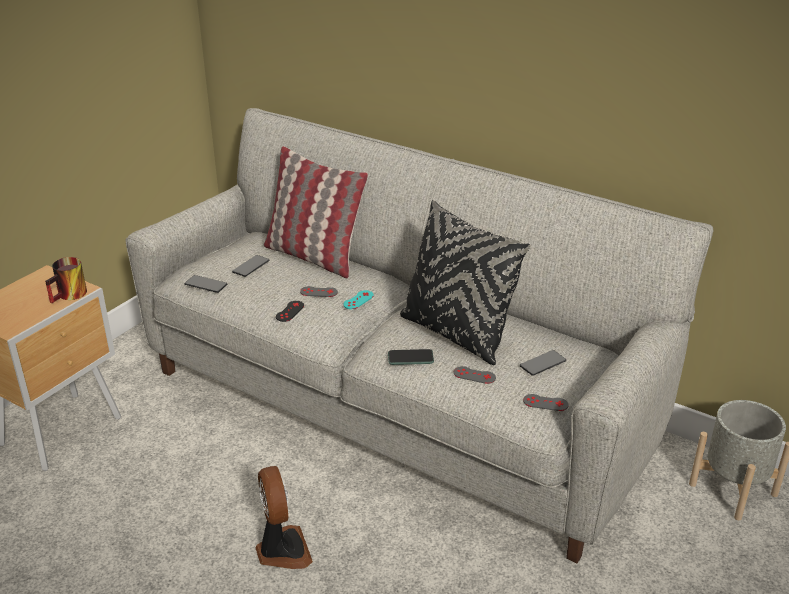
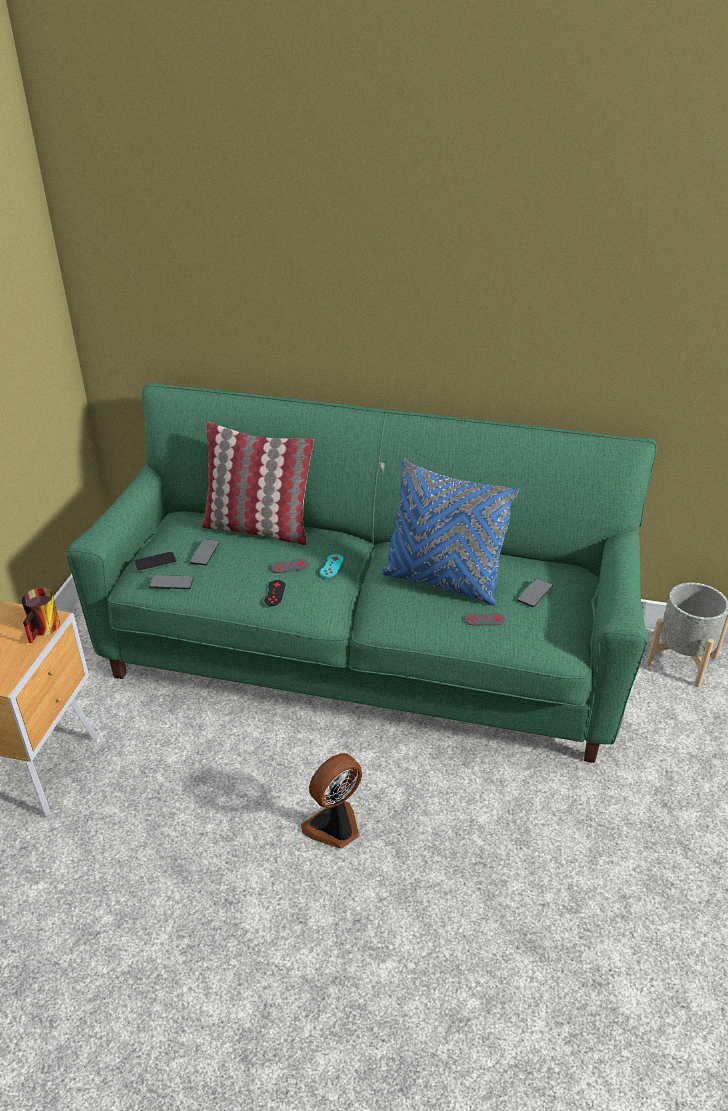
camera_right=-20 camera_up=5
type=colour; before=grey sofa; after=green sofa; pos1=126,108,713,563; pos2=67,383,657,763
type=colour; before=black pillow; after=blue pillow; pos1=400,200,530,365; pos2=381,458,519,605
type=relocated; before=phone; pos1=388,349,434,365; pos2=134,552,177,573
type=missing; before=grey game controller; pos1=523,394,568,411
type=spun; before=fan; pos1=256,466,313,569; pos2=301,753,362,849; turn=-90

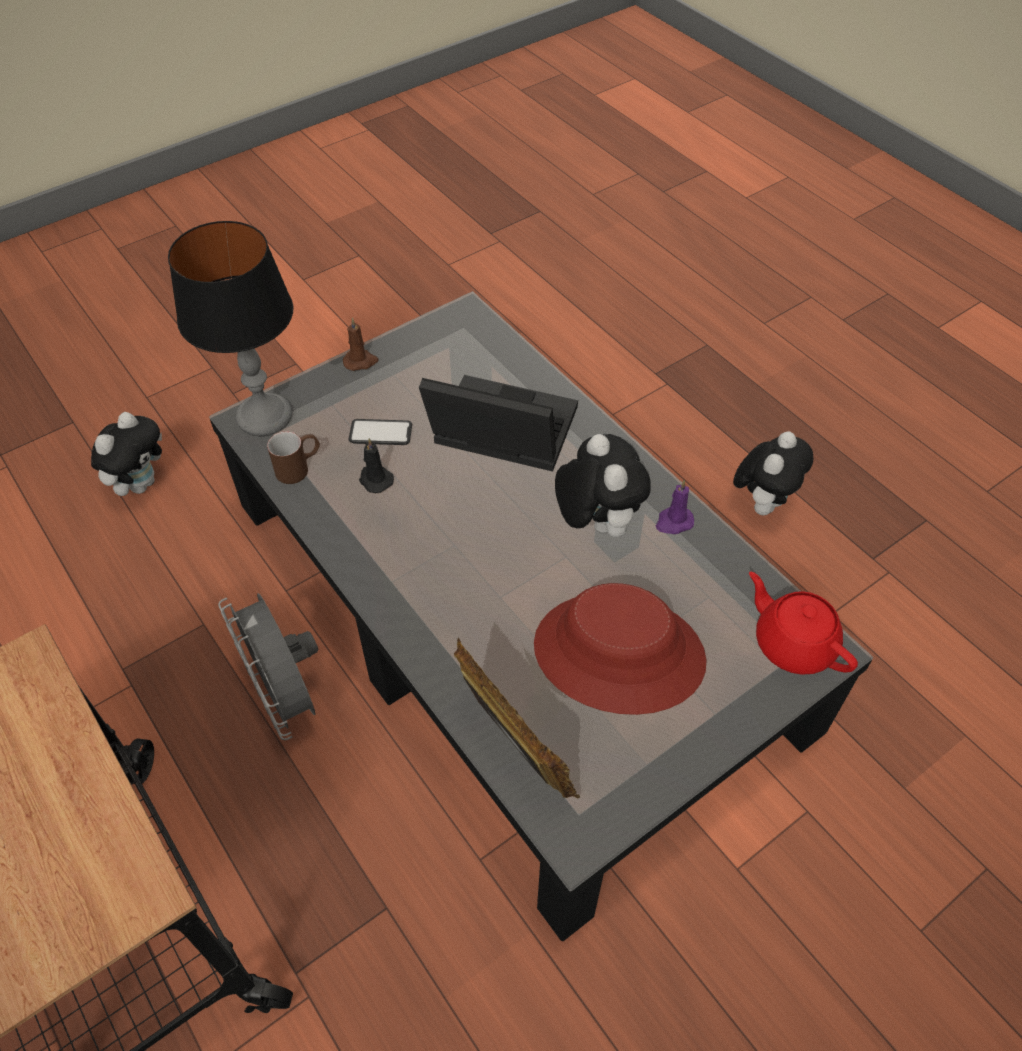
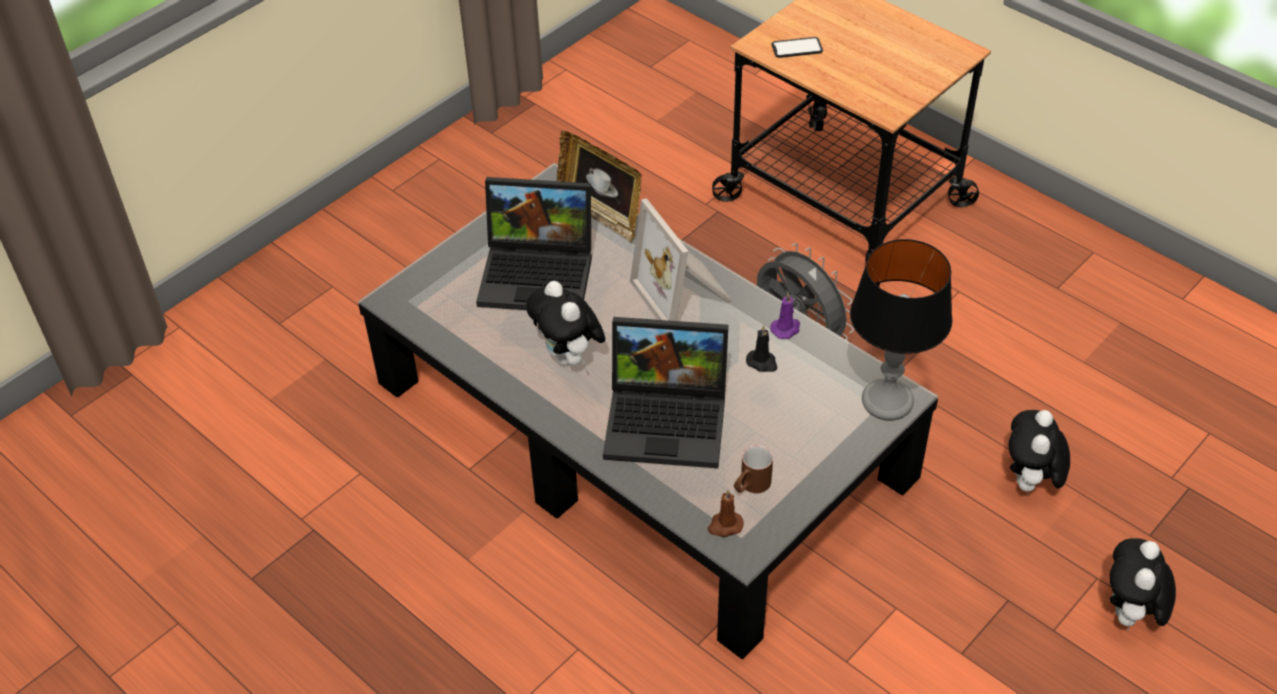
camera_right=170 camera_up=-5
type=relocated; before=brown candle; pos1=343,318,379,371; pos2=708,490,744,537
type=relocated; before=phone; pos1=349,419,412,445; pos2=771,37,823,58
type=relocated; before=brown mug; pos1=267,431,320,484; pos2=734,445,773,493
type=relocated; before=plush toy; pos1=733,431,813,516; pos2=1109,538,1176,632
type=relocated; before=purple candle; pos1=656,480,694,534; pos2=770,292,800,339
type=missing; before=red teapot; pos1=749,571,858,675
type=exchanged; before=red hat; after=laptop; pos1=534,583,707,715; pos2=476,177,592,310
type=appeared; after=picture frame; pos2=630,198,732,321

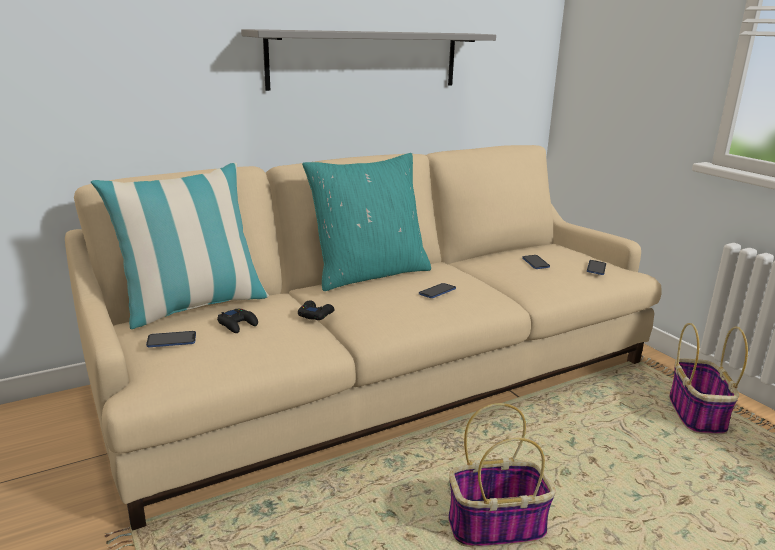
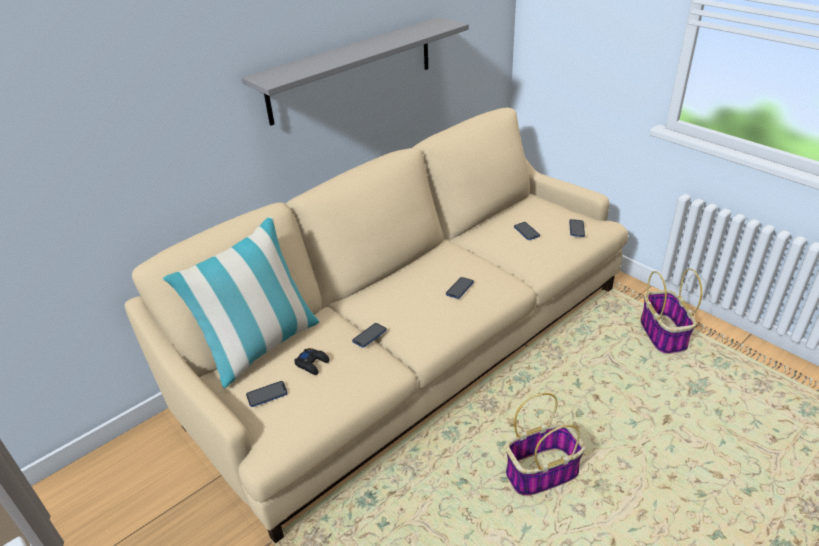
camera_right=-10 camera_up=15
type=missing; before=turquoise pillow; pos1=302,153,431,291
type=exchanged; before=black game controller; after=phone; pos1=298,300,334,320; pos2=352,323,387,348

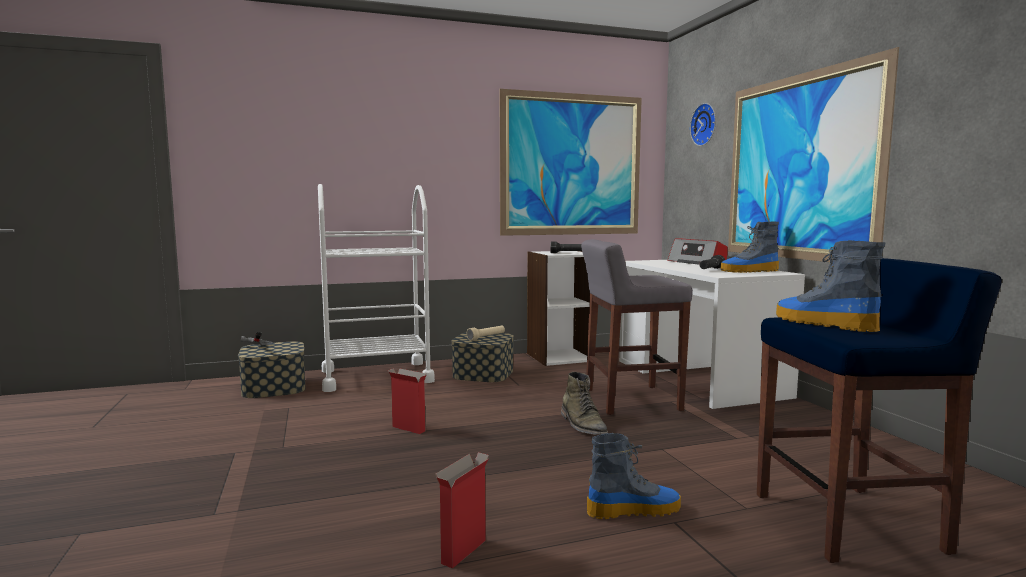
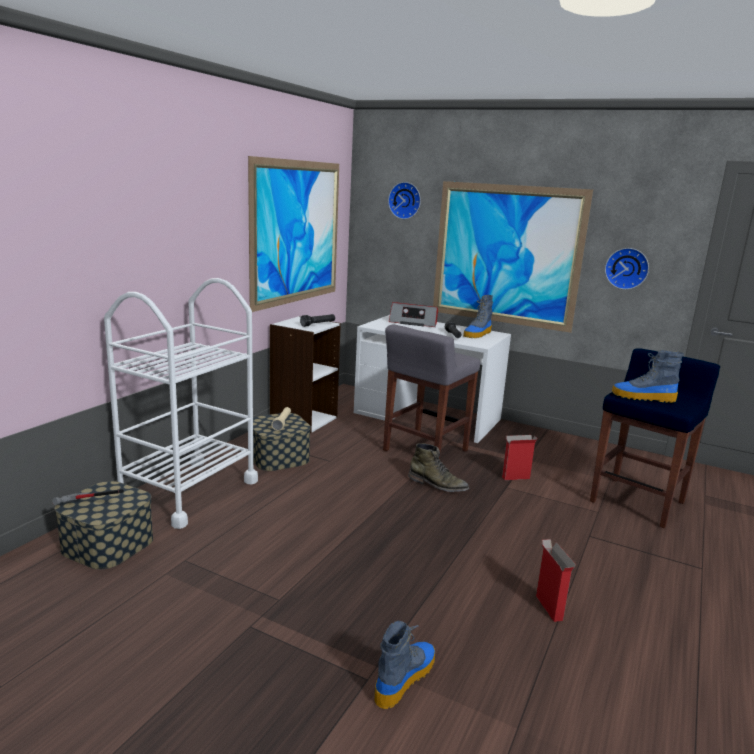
camera_right=-45 camera_up=10
type=relocated; before=cardboard box; pos1=387,368,426,434; pos2=502,435,538,480
type=relocated; before=boot; pos1=587,433,681,519; pos2=374,620,435,709
type=appeared; after=wall clock; pos2=605,248,649,290

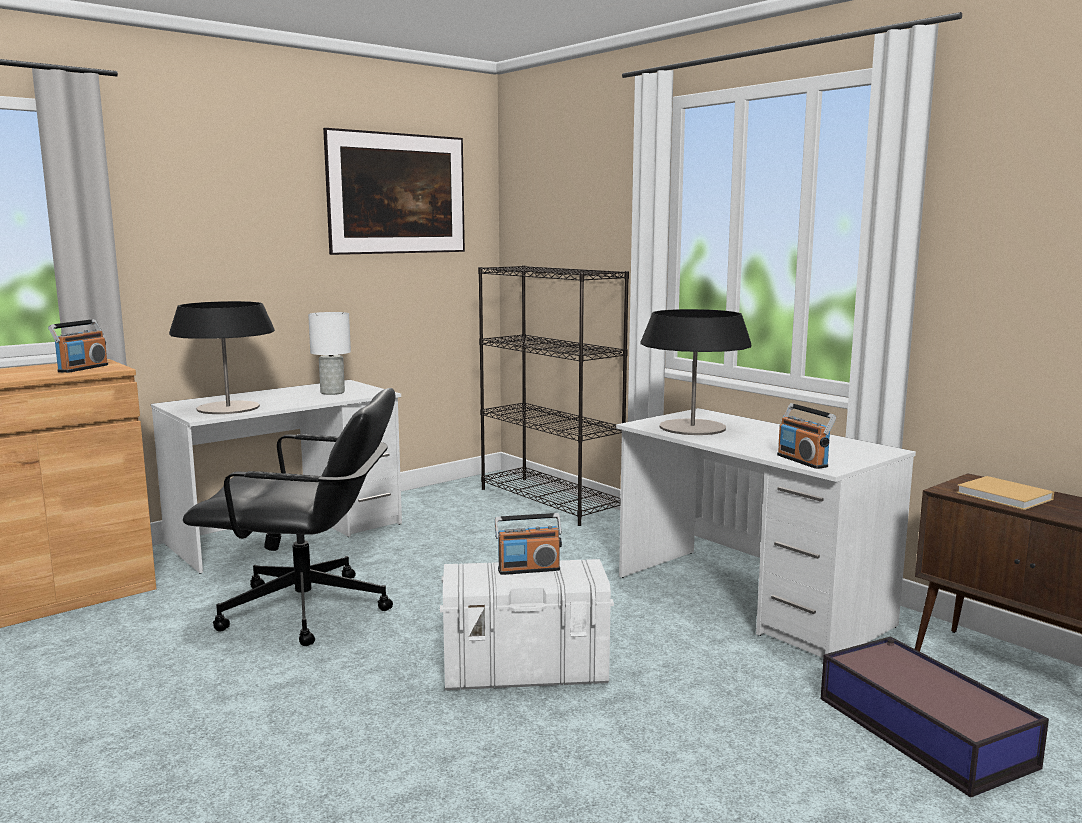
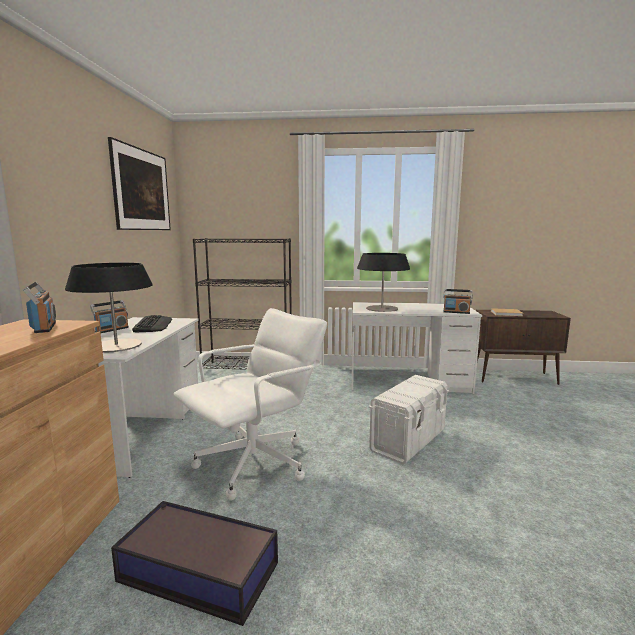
camera_right=-45 camera_up=0
type=exchanged; before=white table lamp; after=keyboard; pos1=308,312,351,395; pos2=132,315,172,333
type=colour; before=black office chair; after=white office chair; pos1=183,388,396,646; pos2=174,308,327,501
type=relocated; before=radio; pos1=495,513,562,575; pos2=90,300,129,333
type=relocated; before=storage box; pos1=821,636,1049,798; pos2=111,501,278,626

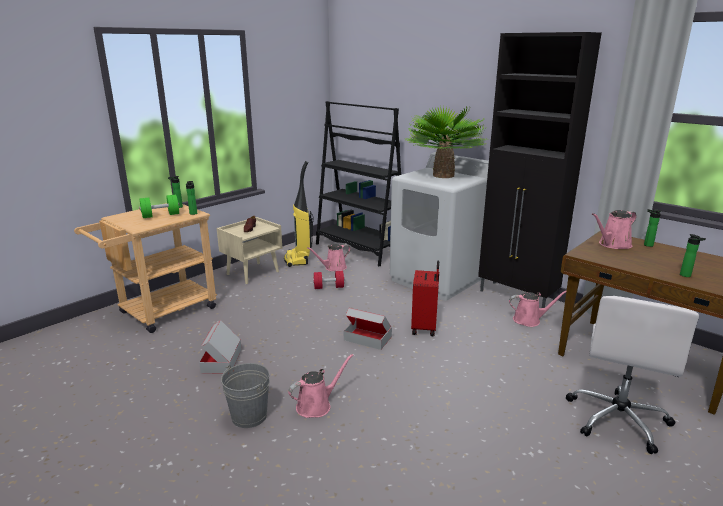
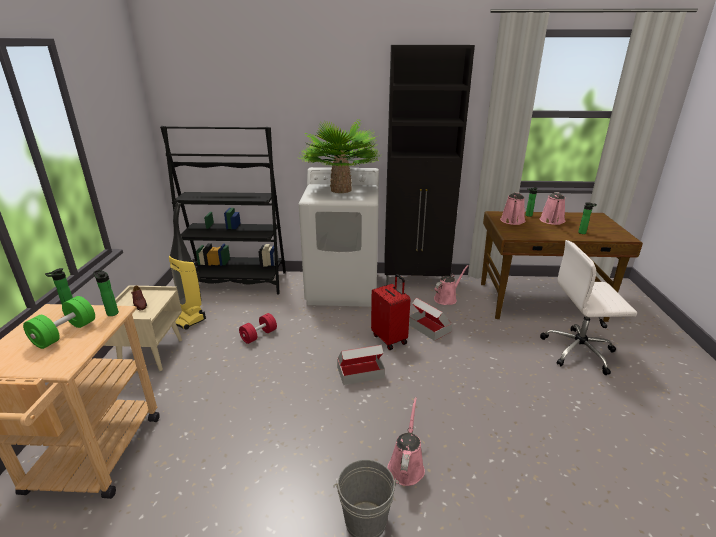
camera_right=-40 camera_up=5
type=relocated; before=pink watering can; pos1=307,244,351,271; pos2=540,192,565,225
type=spun; before=white office chair; pos1=566,296,699,454; pos2=540,240,637,375; turn=105
type=relocated; before=cardboard box; pos1=199,320,242,374; pos2=409,298,452,341

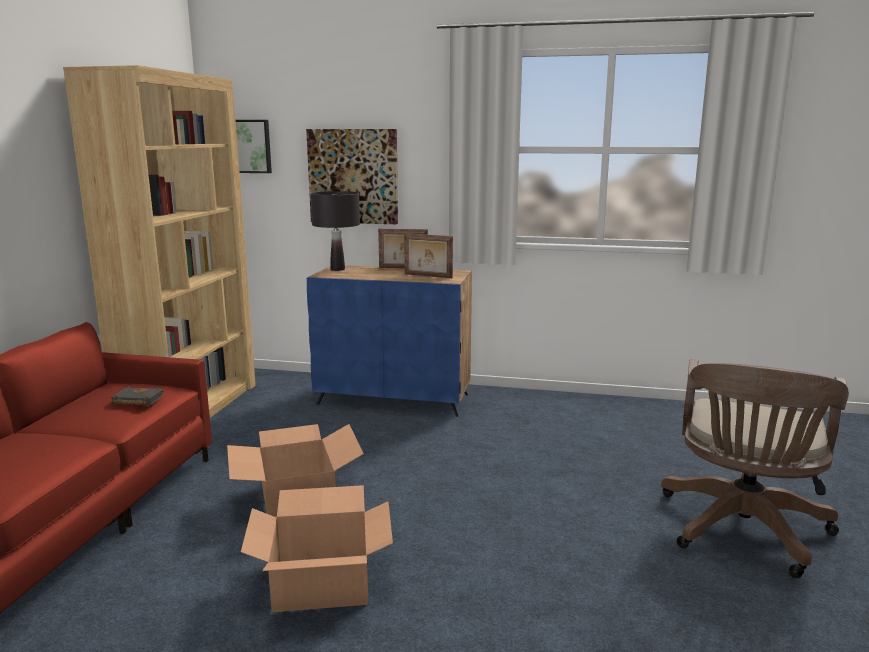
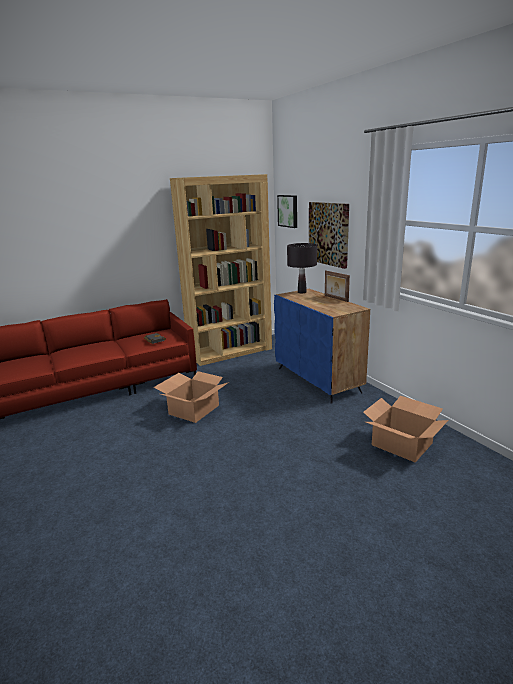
camera_right=50 camera_up=5
type=missing; before=picture frame; pos1=404,233,453,278
type=missing; before=brown office chair; pos1=661,359,849,578
type=relocated; before=cardboard box; pos1=241,485,393,612; pos2=363,396,448,462

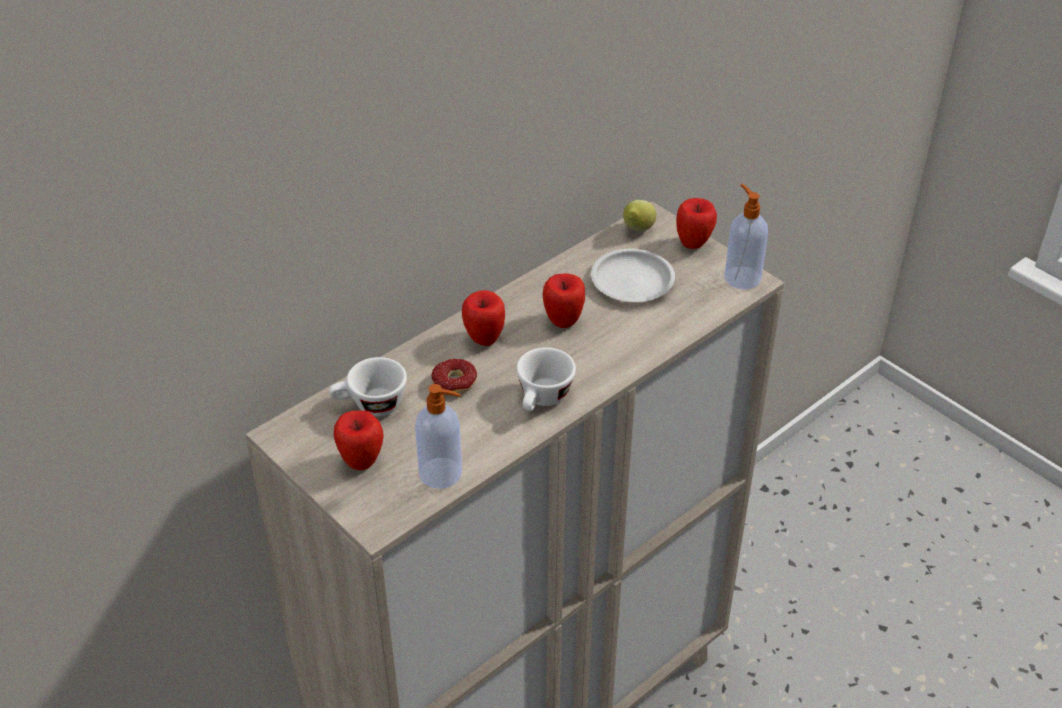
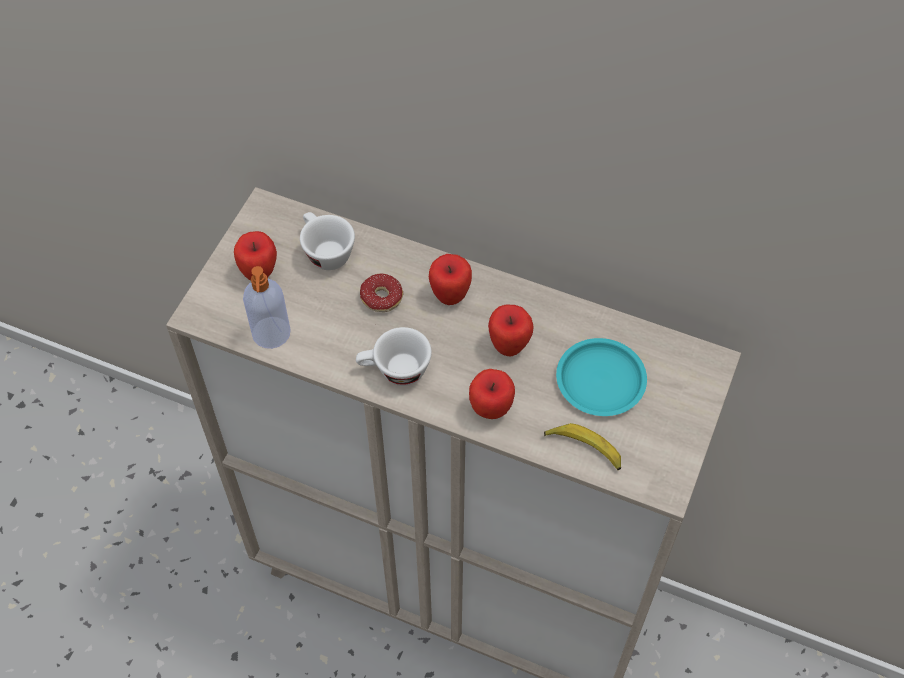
camera_right=65 camera_up=15
type=missing; before=soap dispenser; pos1=724,184,768,289
type=relocated; before=apple; pos1=676,198,717,249; pos2=469,369,515,419
type=missing; before=lemon; pos1=623,200,657,231
type=colour; before=white plate; after=turquoise plate; pos1=591,249,675,302; pos2=556,338,647,416
type=appeared; after=banana; pos2=544,423,621,470

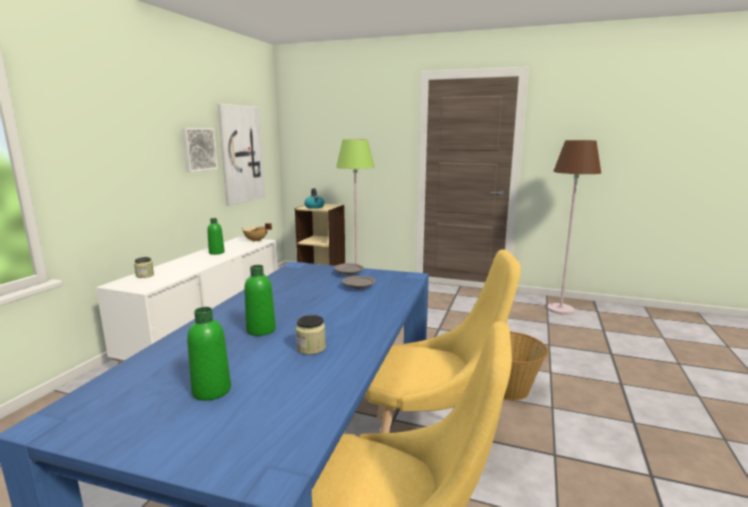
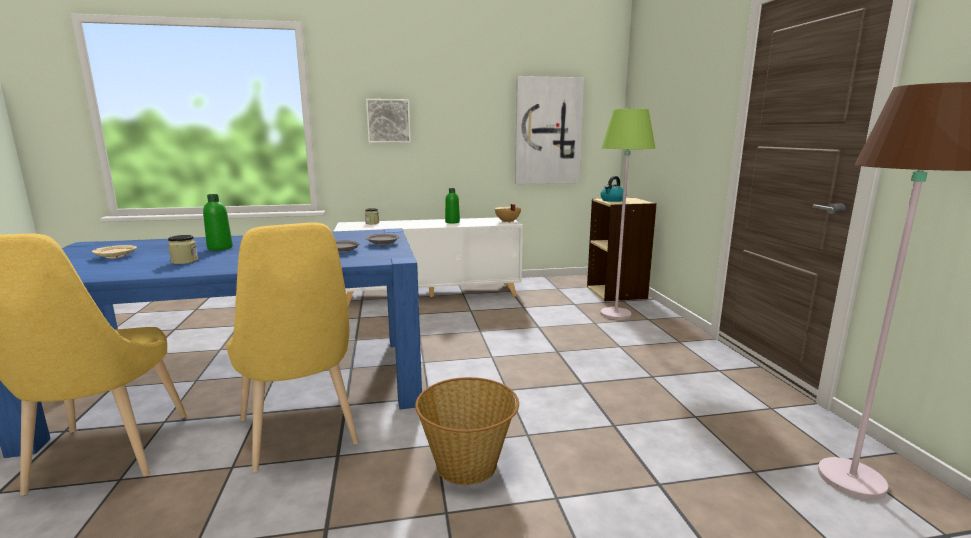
camera_right=60 camera_up=0
type=relocated; before=picture; pos1=181,128,218,172; pos2=366,99,411,143
type=exchanged; before=green bottle; after=beige plate; pos1=187,307,231,401; pos2=92,245,137,258

